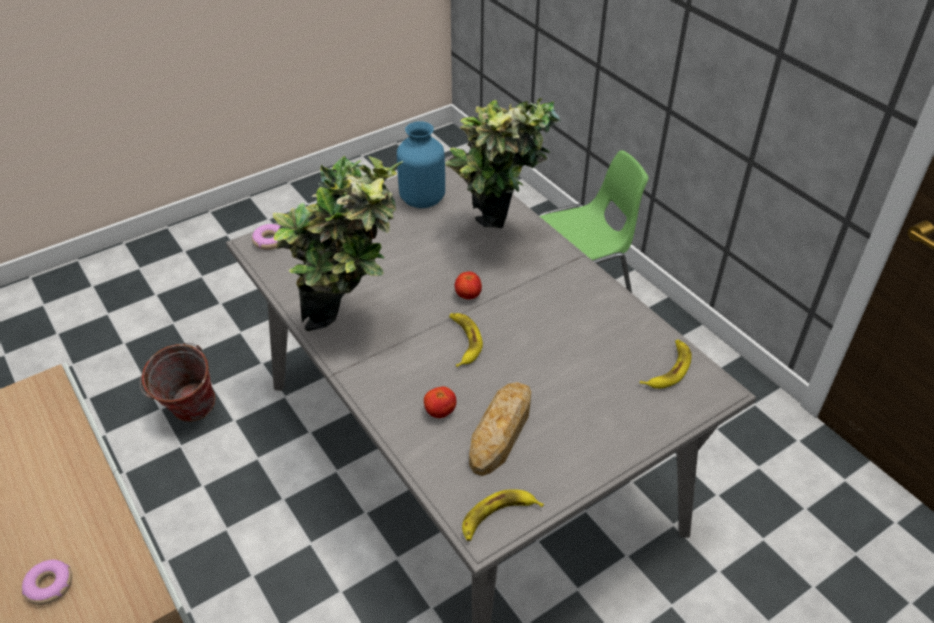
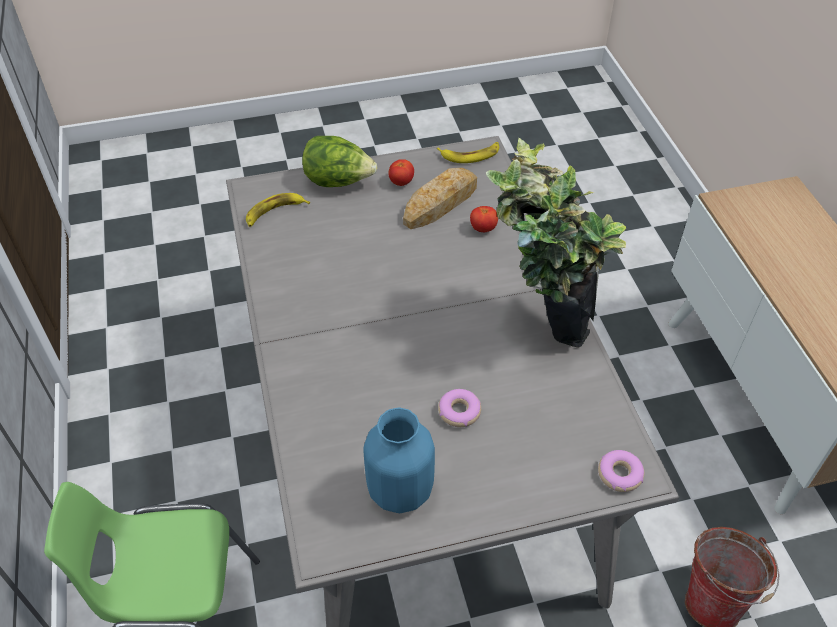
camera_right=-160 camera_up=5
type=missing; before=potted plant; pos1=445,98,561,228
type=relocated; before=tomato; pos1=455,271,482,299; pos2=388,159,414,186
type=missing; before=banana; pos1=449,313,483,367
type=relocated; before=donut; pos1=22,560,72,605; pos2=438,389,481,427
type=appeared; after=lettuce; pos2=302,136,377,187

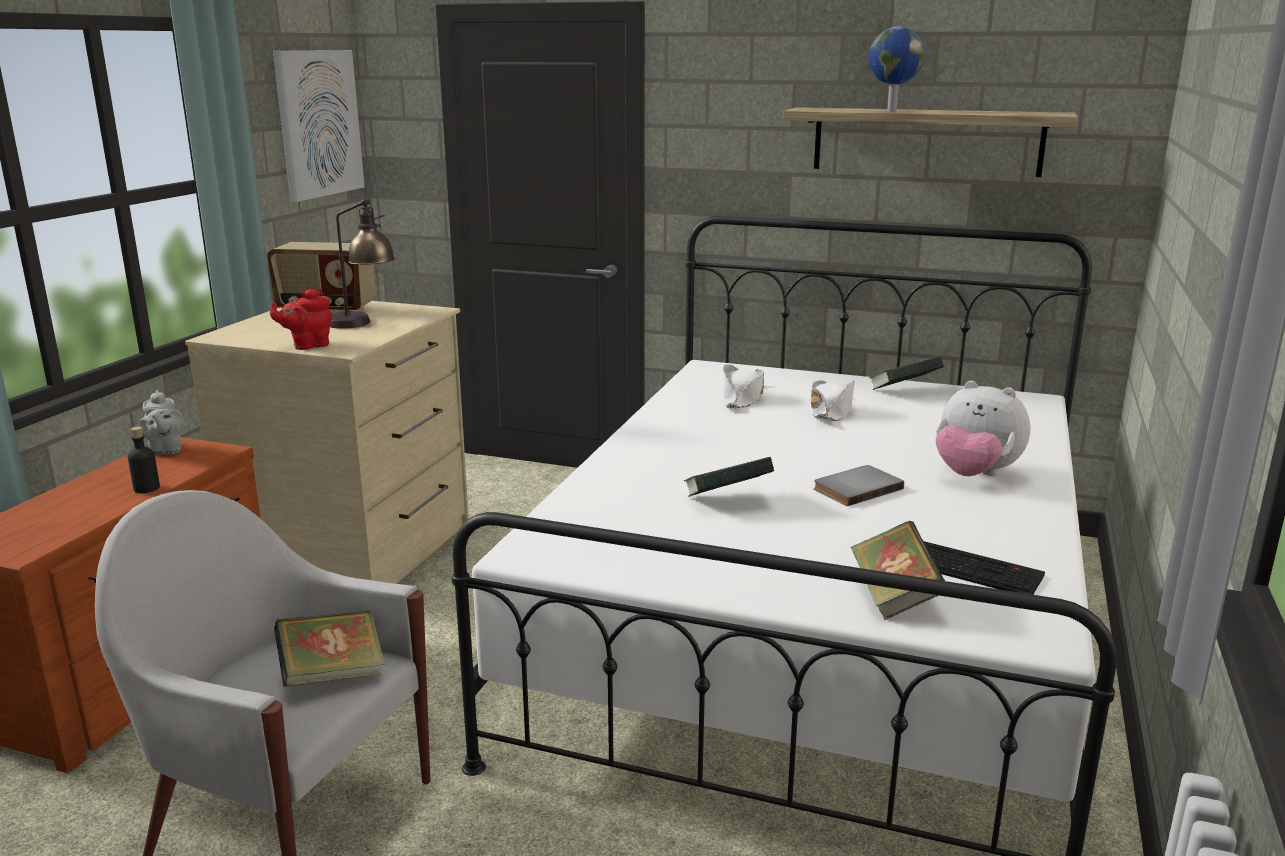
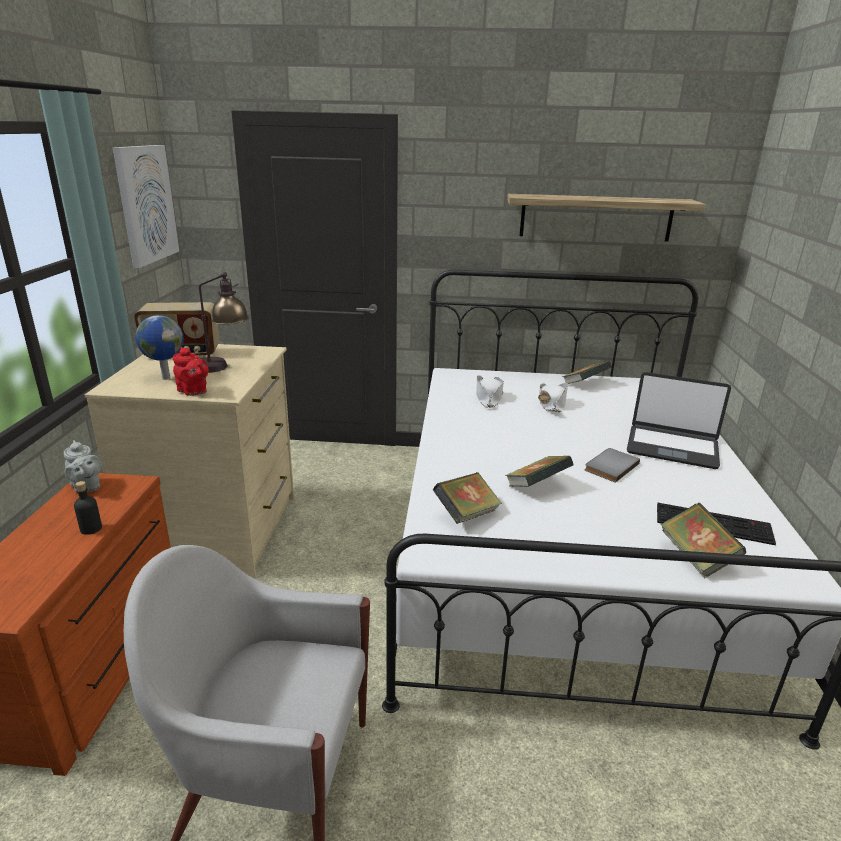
camera_right=-15 camera_up=5
type=relocated; before=globe; pos1=868,27,924,112; pos2=135,315,184,380
type=spun; before=red teapot; pos1=270,288,332,350; pos2=173,347,209,396; turn=-90
type=exchanged; before=plush toy; after=laptop; pos1=936,381,1031,476; pos2=627,372,731,469
type=relocated; before=book; pos1=274,610,385,686; pos2=433,472,502,524

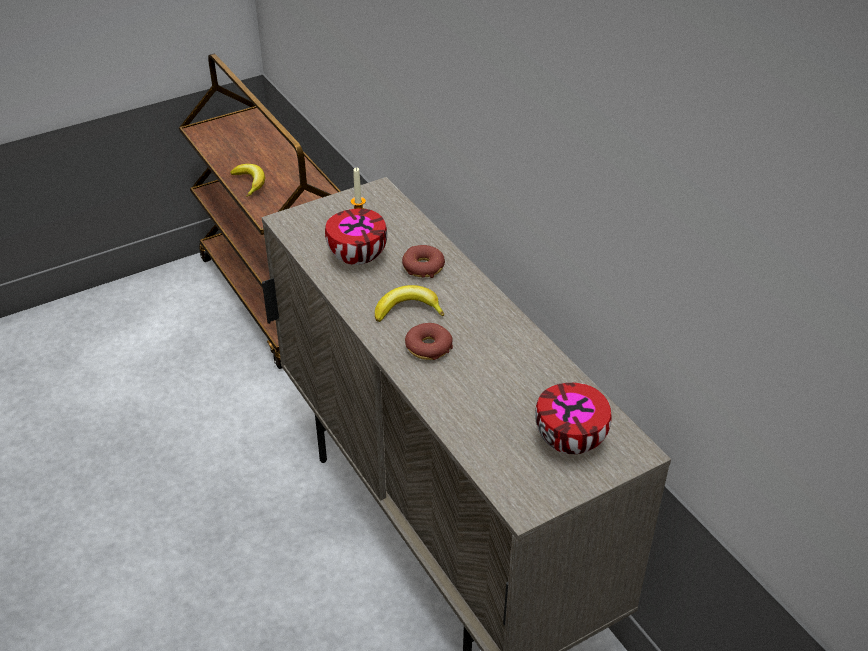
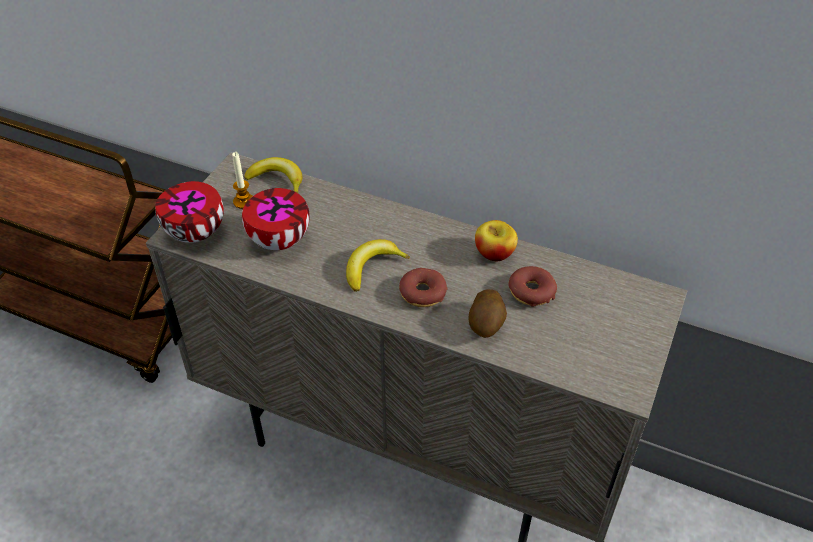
camera_right=-35 camera_up=5
type=relocated; before=banana; pos1=230,164,265,197; pos2=244,157,302,193
type=relocated; before=donut; pos1=402,245,445,278; pos2=508,266,557,307
type=relocated; before=bowl; pos1=535,383,611,454; pos2=155,181,224,243
type=appeared; after=apple; pos2=475,220,518,261
type=appeared; after=potato; pos2=468,289,507,338

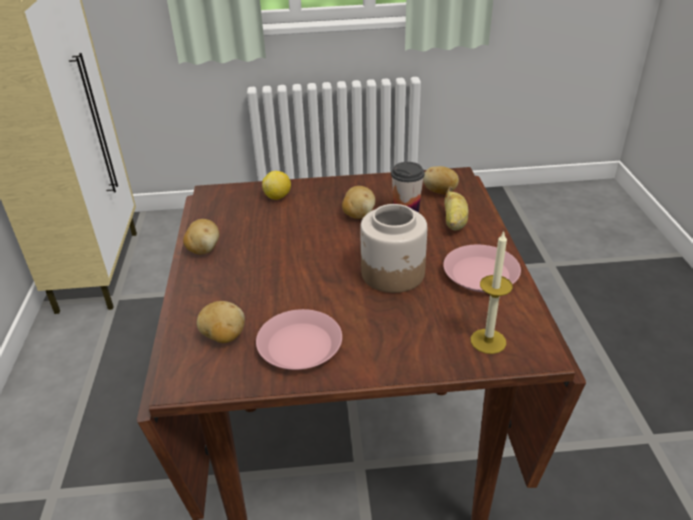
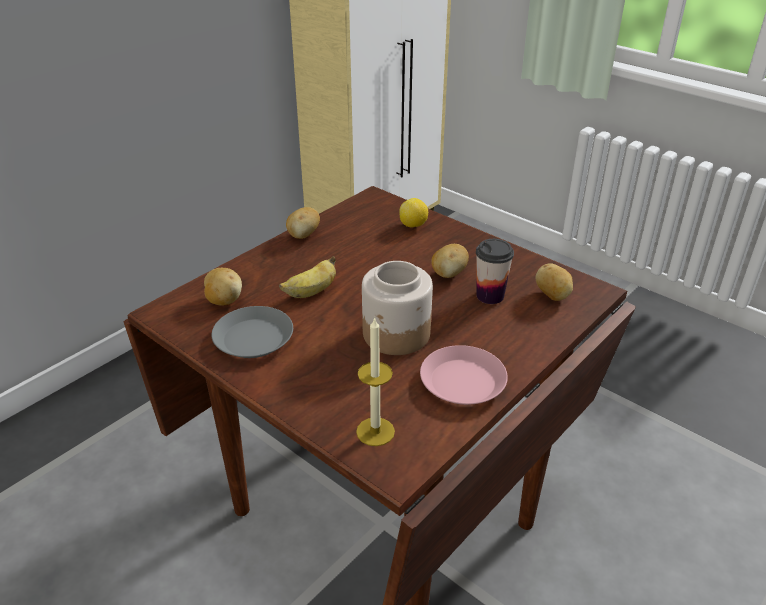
camera_right=45 camera_up=0
type=relocated; before=banana; pos1=444,186,468,231; pos2=279,256,336,298
type=colour; before=pink plate; after=grey plate; pos1=256,309,342,370; pos2=211,306,293,358

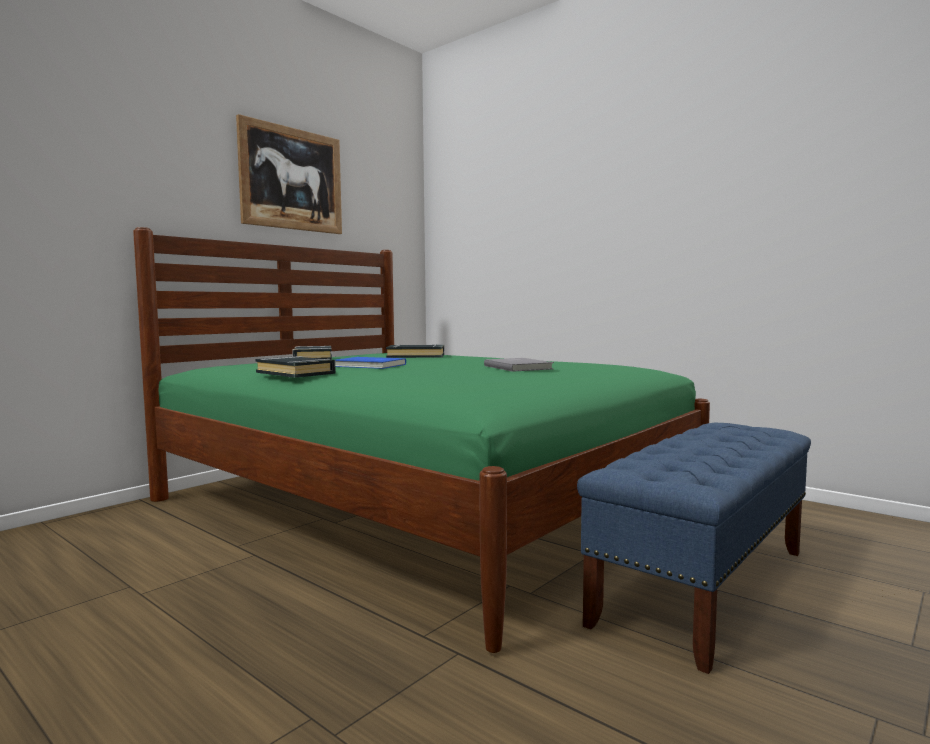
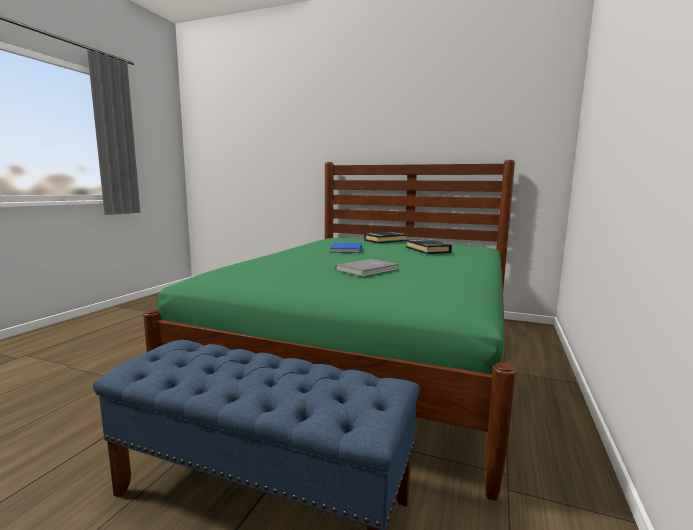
camera_right=70 camera_up=5
type=missing; before=picture; pos1=236,114,342,234
type=missing; before=black book; pos1=255,356,336,378

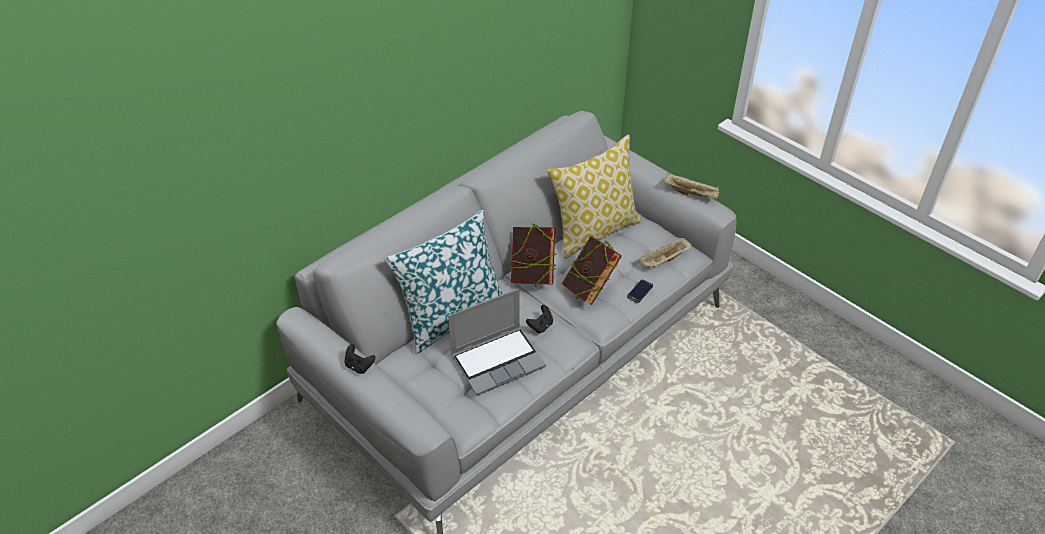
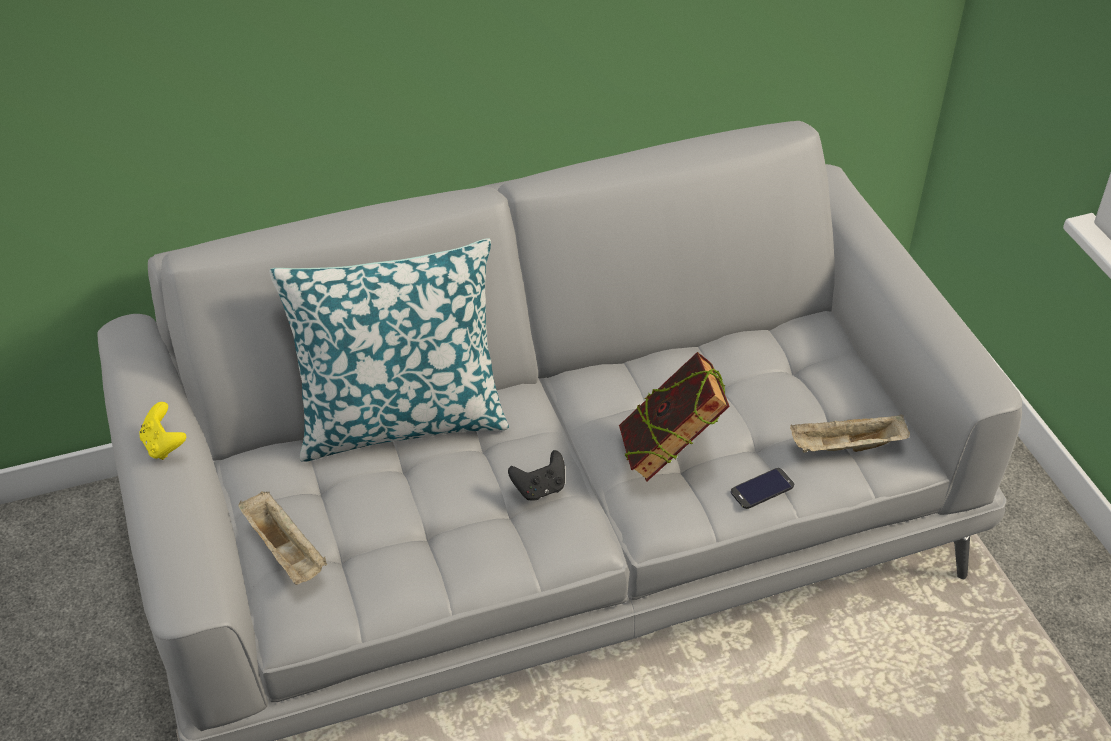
camera_right=25 camera_up=0
type=missing; before=pillow; pos1=547,134,642,259
type=relocated; before=beige tray; pos1=664,173,720,199; pos2=238,491,327,585
type=missing; before=book; pos1=510,223,557,287
type=missing; before=laptop; pos1=448,288,546,396
type=colour; before=black game controller; after=yellow game controller; pos1=345,344,375,374; pos2=139,402,186,460

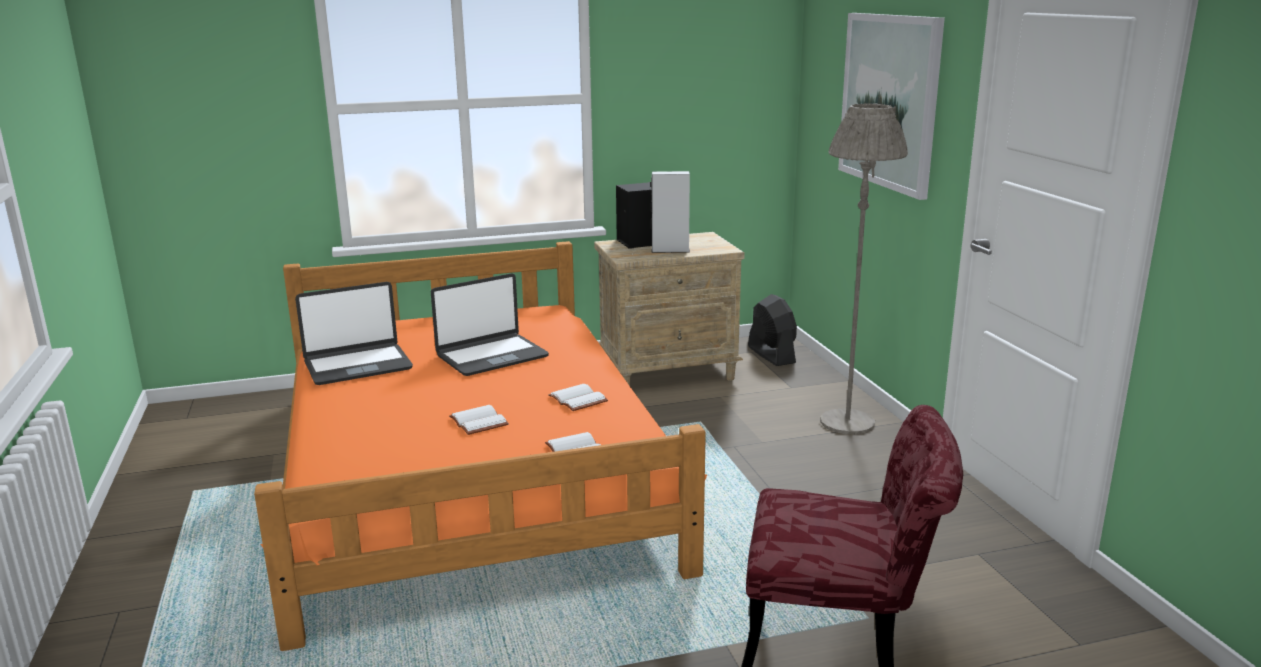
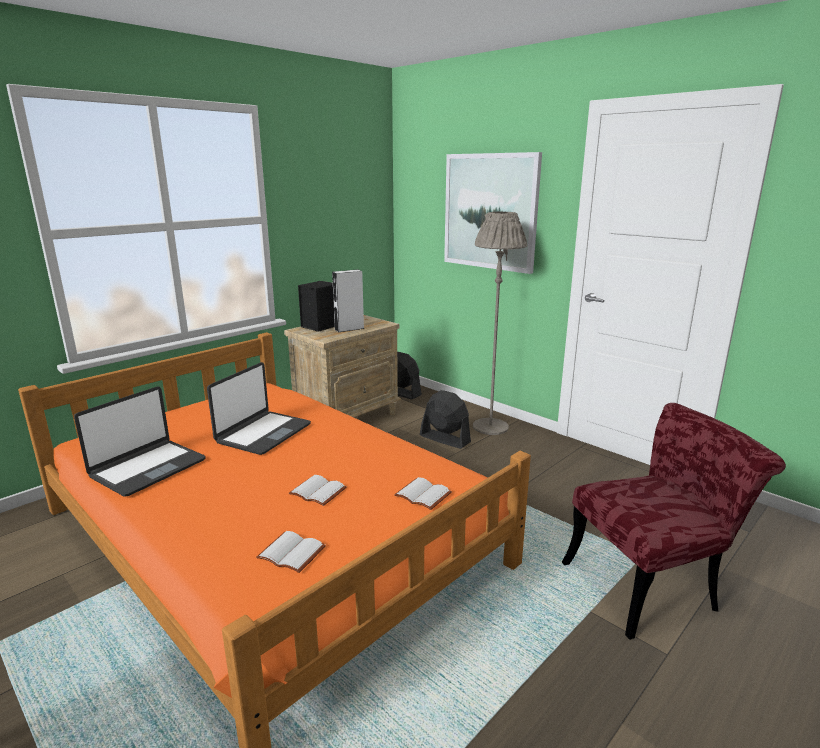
camera_right=-30 camera_up=0
type=relocated; before=white book; pos1=548,384,608,411; pos2=256,531,326,573
type=appeared; after=black fan; pos2=420,390,471,449

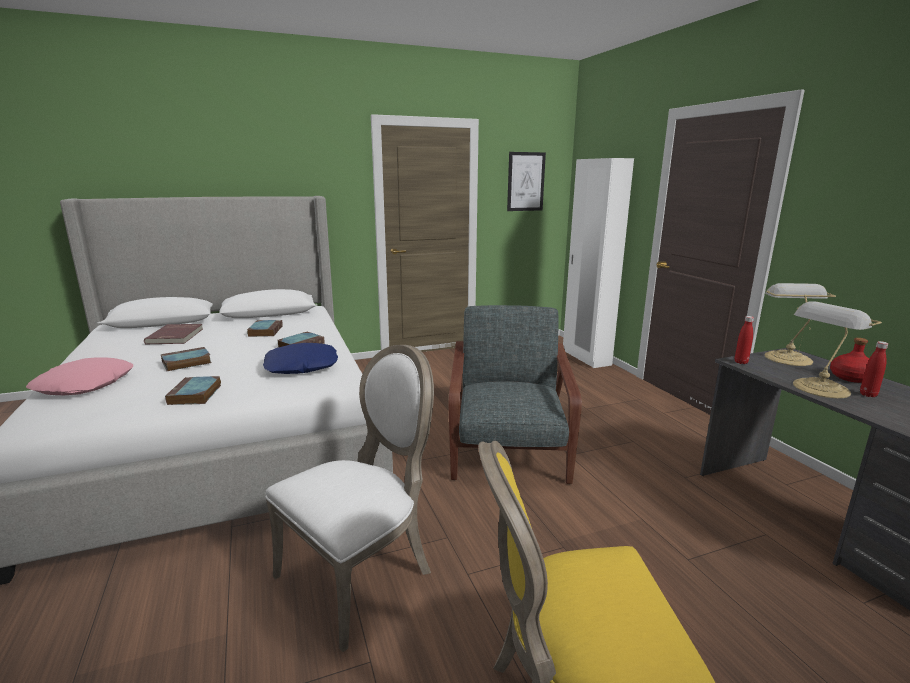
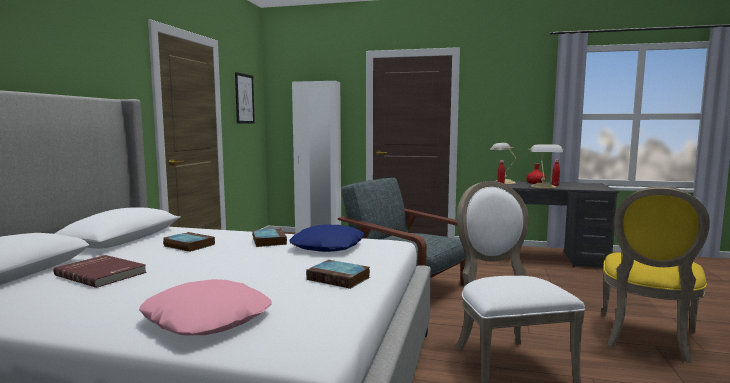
camera_right=-55 camera_up=-10
type=missing; before=book; pos1=161,347,212,371

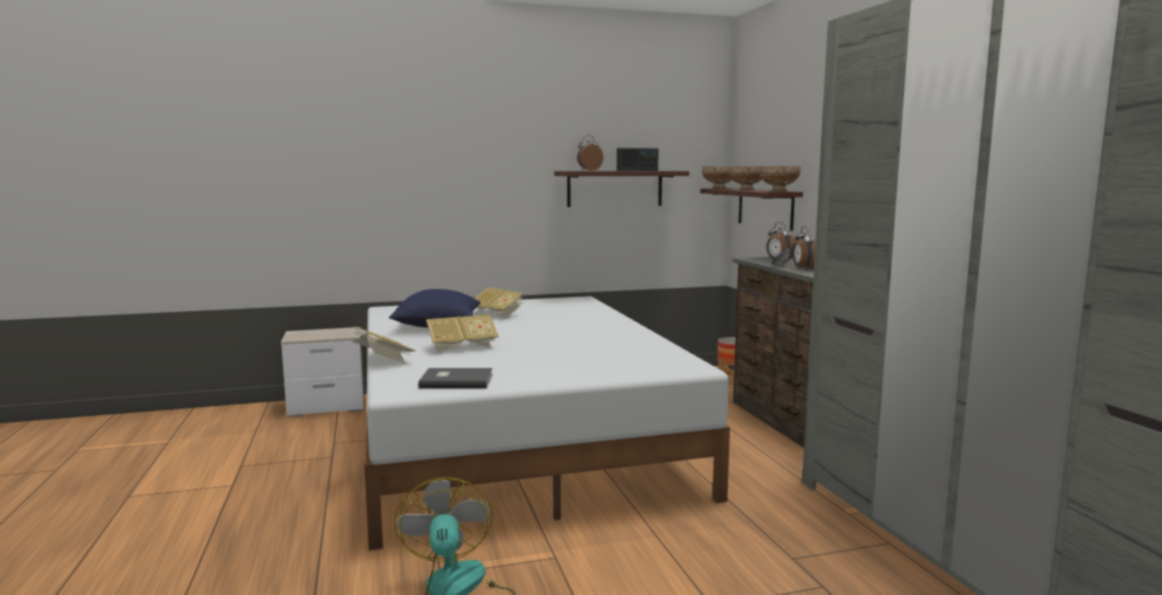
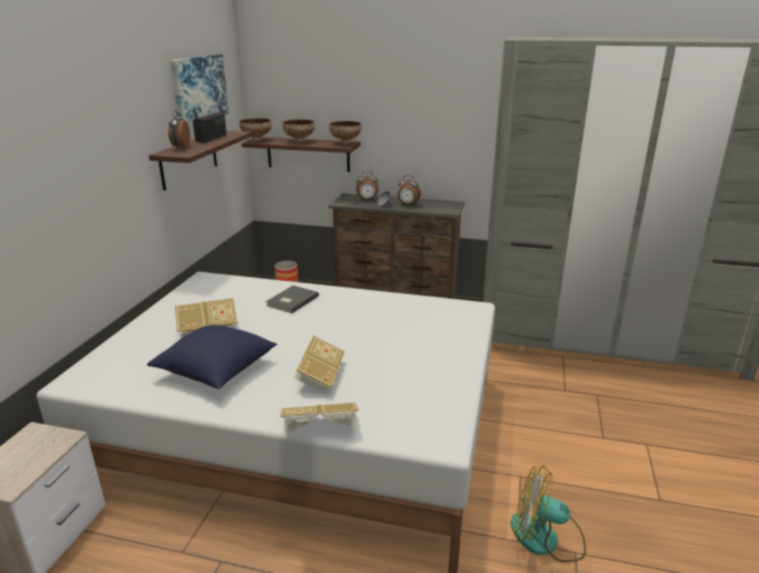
camera_right=-60 camera_up=15
type=relocated; before=grey book; pos1=418,368,493,389; pos2=266,285,319,313
type=appeared; after=picture; pos2=170,54,229,126

